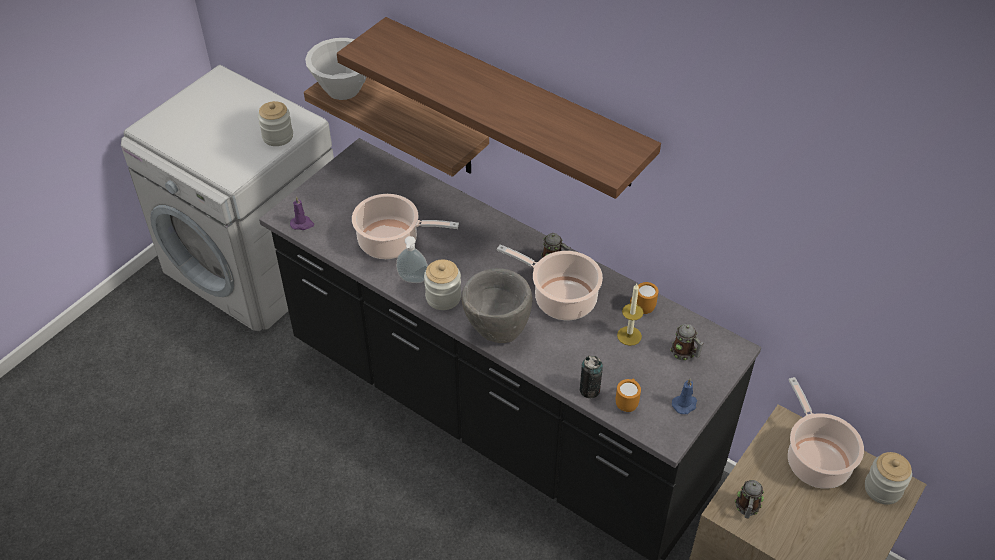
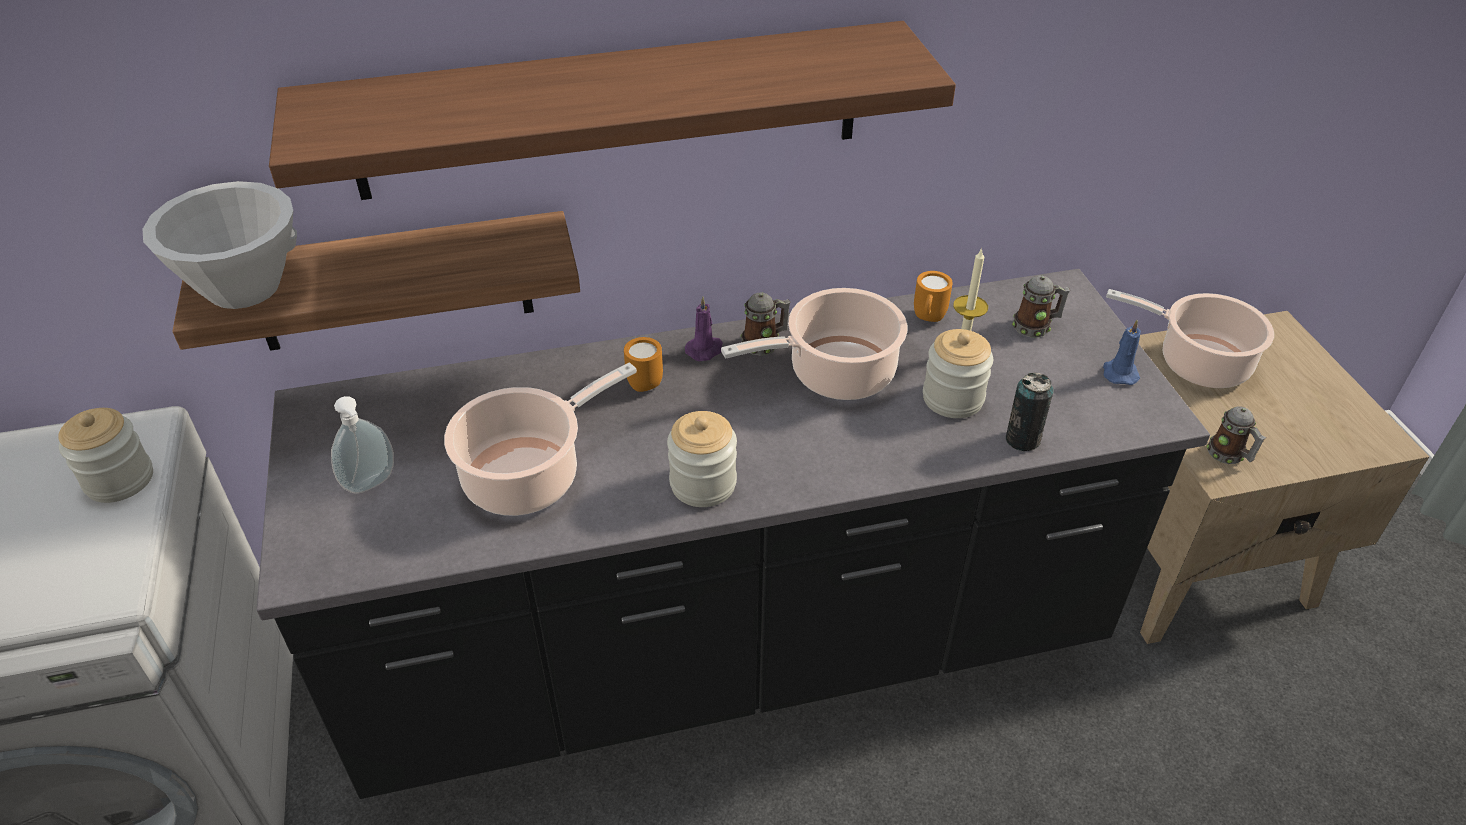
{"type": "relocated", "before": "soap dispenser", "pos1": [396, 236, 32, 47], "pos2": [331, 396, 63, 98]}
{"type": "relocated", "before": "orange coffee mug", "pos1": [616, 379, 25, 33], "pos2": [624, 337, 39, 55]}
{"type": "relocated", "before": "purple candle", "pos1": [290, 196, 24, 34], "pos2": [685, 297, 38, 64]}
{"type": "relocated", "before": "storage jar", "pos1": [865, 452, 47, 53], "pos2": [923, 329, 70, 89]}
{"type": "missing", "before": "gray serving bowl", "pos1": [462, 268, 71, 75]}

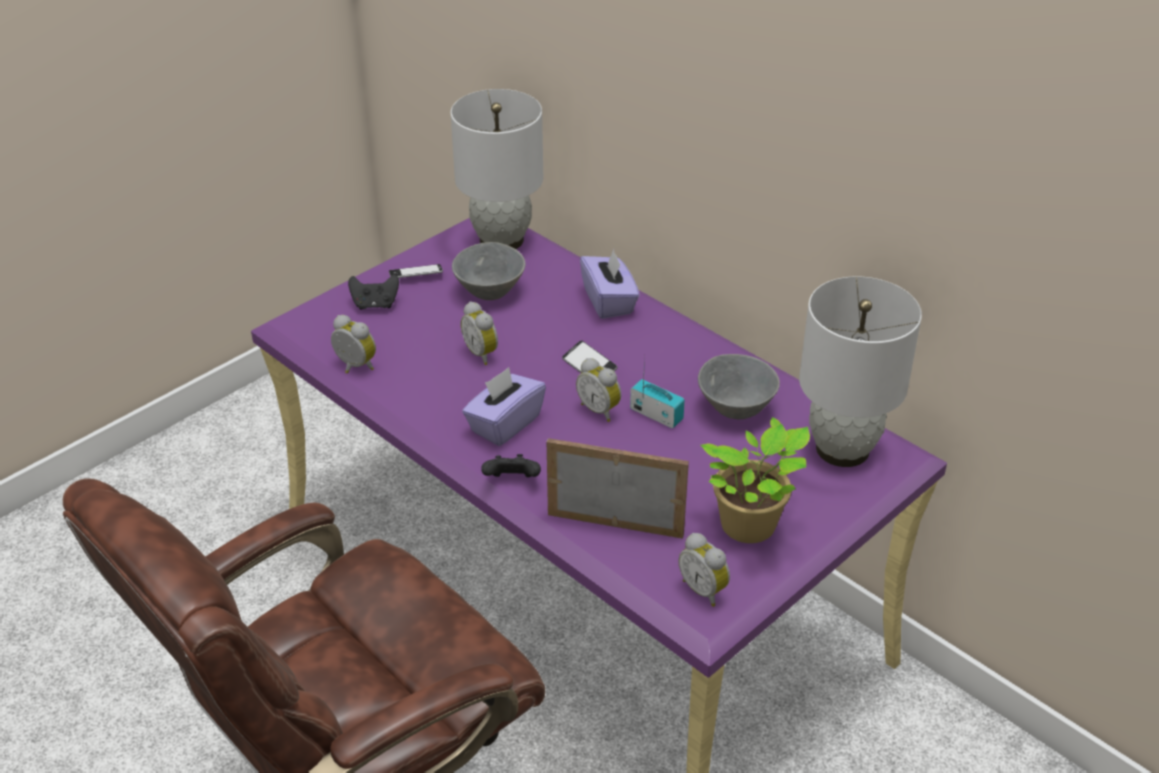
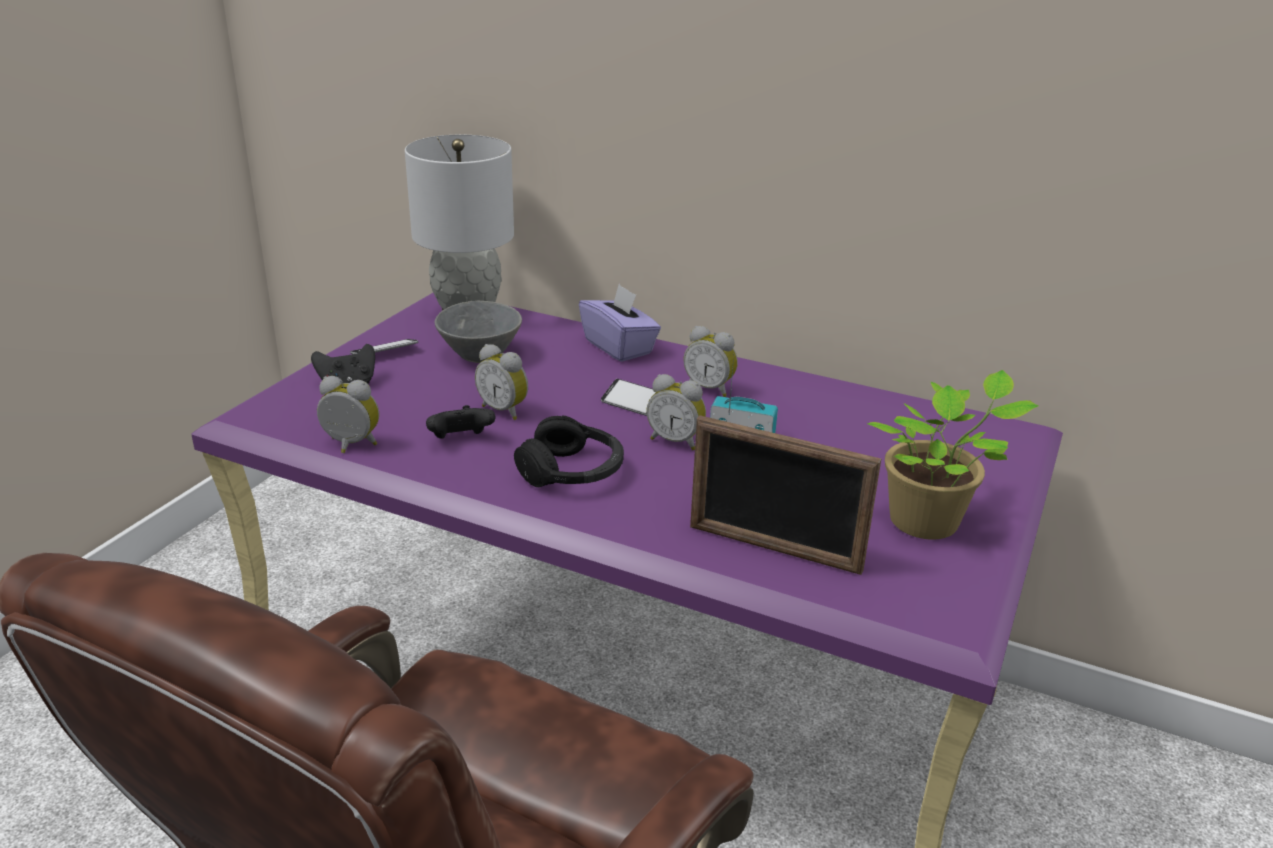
{"type": "relocated", "before": "black-coloured joypad", "pos1": [481, 454, 60, 23], "pos2": [426, 405, 70, 34]}
{"type": "exchanged", "before": "purple tissue holder", "after": "black-coloured pair of headphones", "pos1": [462, 367, 84, 79], "pos2": [514, 416, 110, 71]}
{"type": "relocated", "before": "bedside clock", "pos1": [678, 533, 52, 74], "pos2": [683, 326, 55, 71]}
{"type": "spun", "before": "standing frame", "pos1": [547, 438, 142, 101], "pos2": [690, 415, 191, 160], "turn": -150}
{"type": "missing", "before": "gray serving bowl", "pos1": [698, 354, 82, 65]}
{"type": "missing", "before": "whitish tabletop lamp", "pos1": [799, 276, 123, 191]}

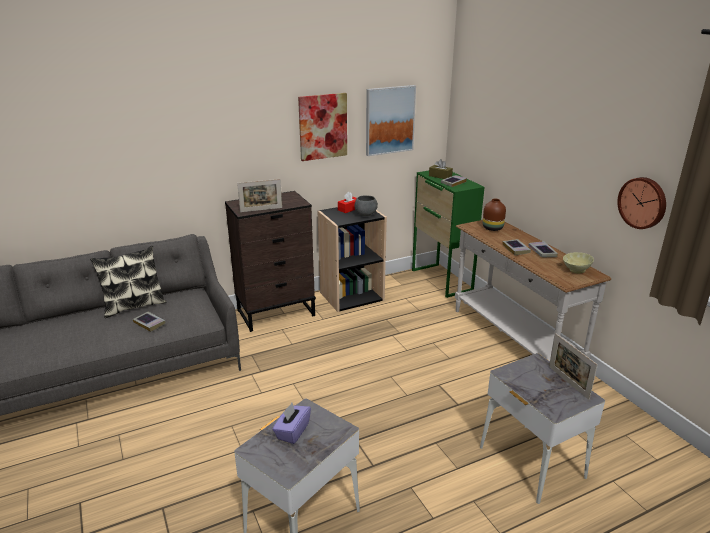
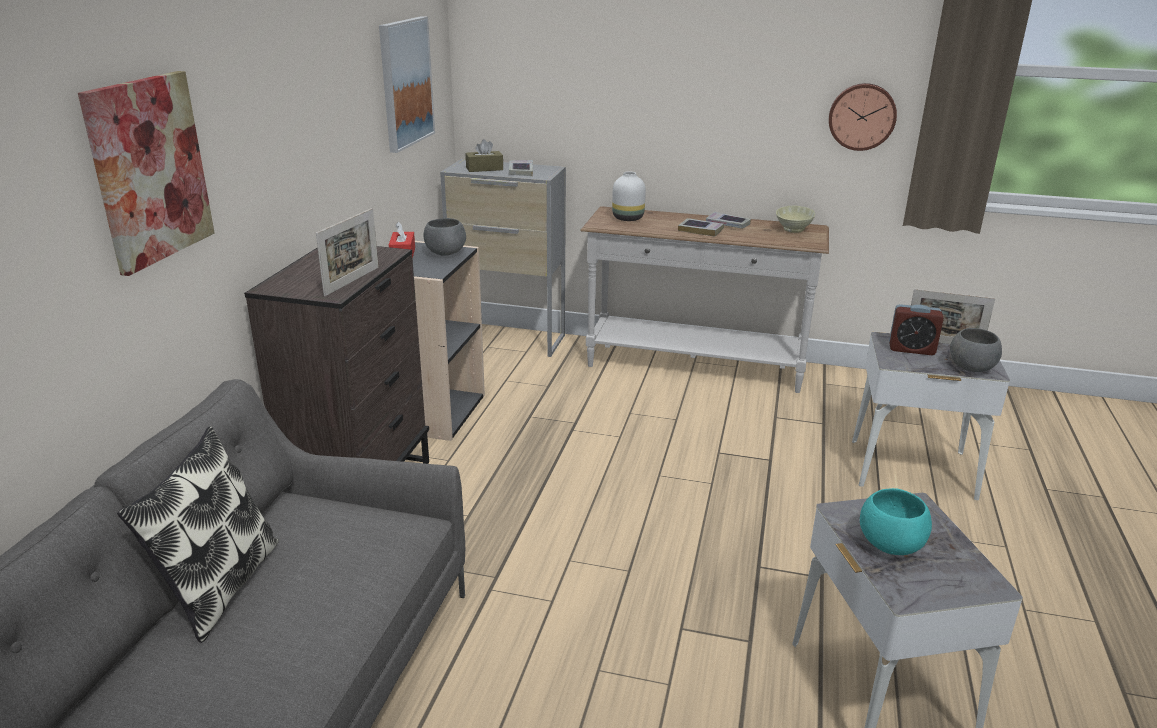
{"type": "relocated", "before": "wall art", "pos1": [298, 93, 49, 68], "pos2": [78, 71, 137, 205]}
{"type": "colour", "before": "green cabinet", "after": "gray cabinet", "pos1": [412, 171, 73, 127], "pos2": [440, 159, 126, 198]}
{"type": "colour", "before": "brownish vase", "after": "whitish vase", "pos1": [483, 199, 23, 32], "pos2": [612, 171, 34, 50]}
{"type": "exchanged", "before": "purple tissue holder", "after": "blue-green serving bowl", "pos1": [273, 403, 38, 41], "pos2": [860, 488, 72, 67]}
{"type": "appeared", "after": "bedside clock", "pos2": [889, 304, 55, 51]}
{"type": "appeared", "after": "gray serving bowl", "pos2": [950, 328, 52, 44]}
{"type": "missing", "before": "book", "pos1": [133, 312, 33, 20]}

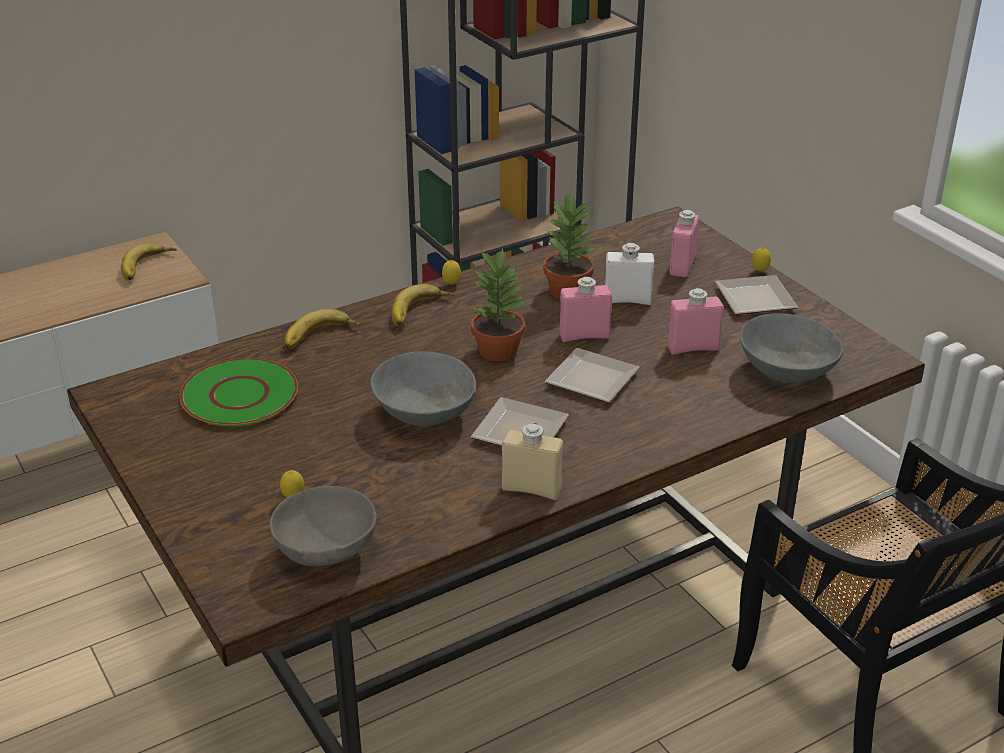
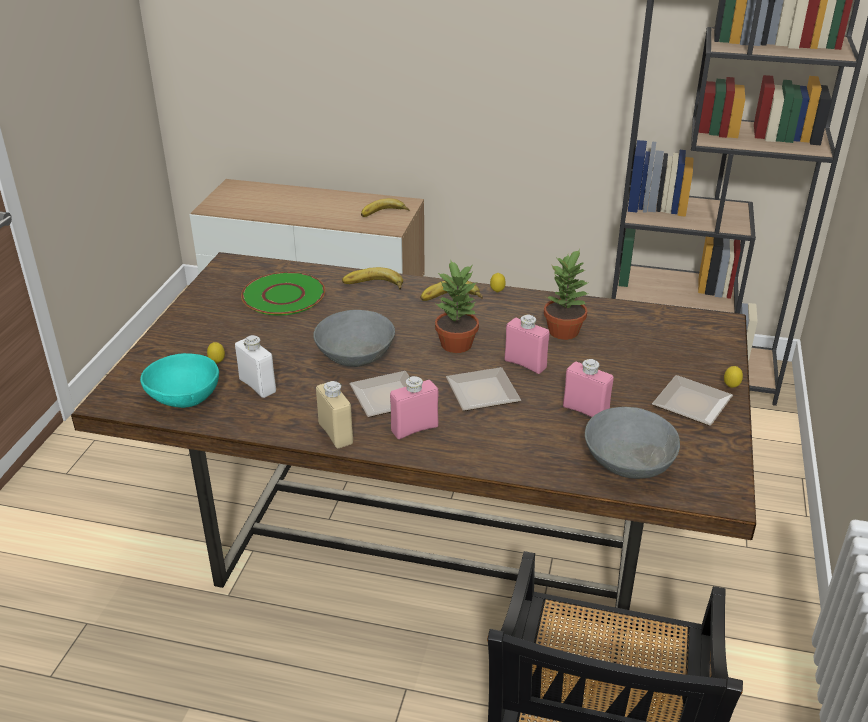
{"type": "colour", "before": "gray serving bowl", "after": "blue-green serving bowl", "pos1": [269, 486, 108, 80], "pos2": [140, 353, 79, 55]}
{"type": "relocated", "before": "whitish beverage bottle", "pos1": [605, 243, 49, 62], "pos2": [235, 335, 41, 63]}
{"type": "relocated", "before": "pink-coloured beverage bottle", "pos1": [670, 210, 30, 67], "pos2": [390, 376, 48, 63]}

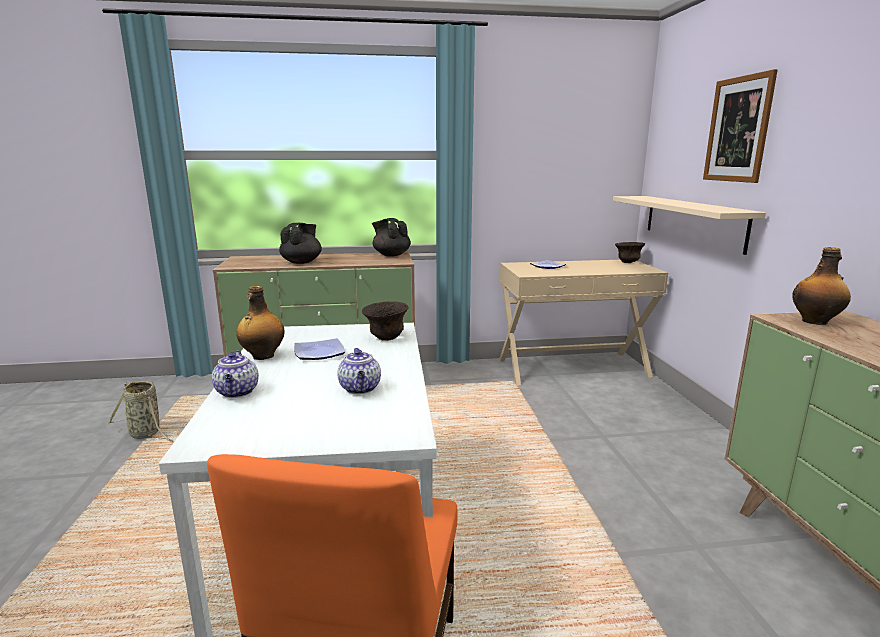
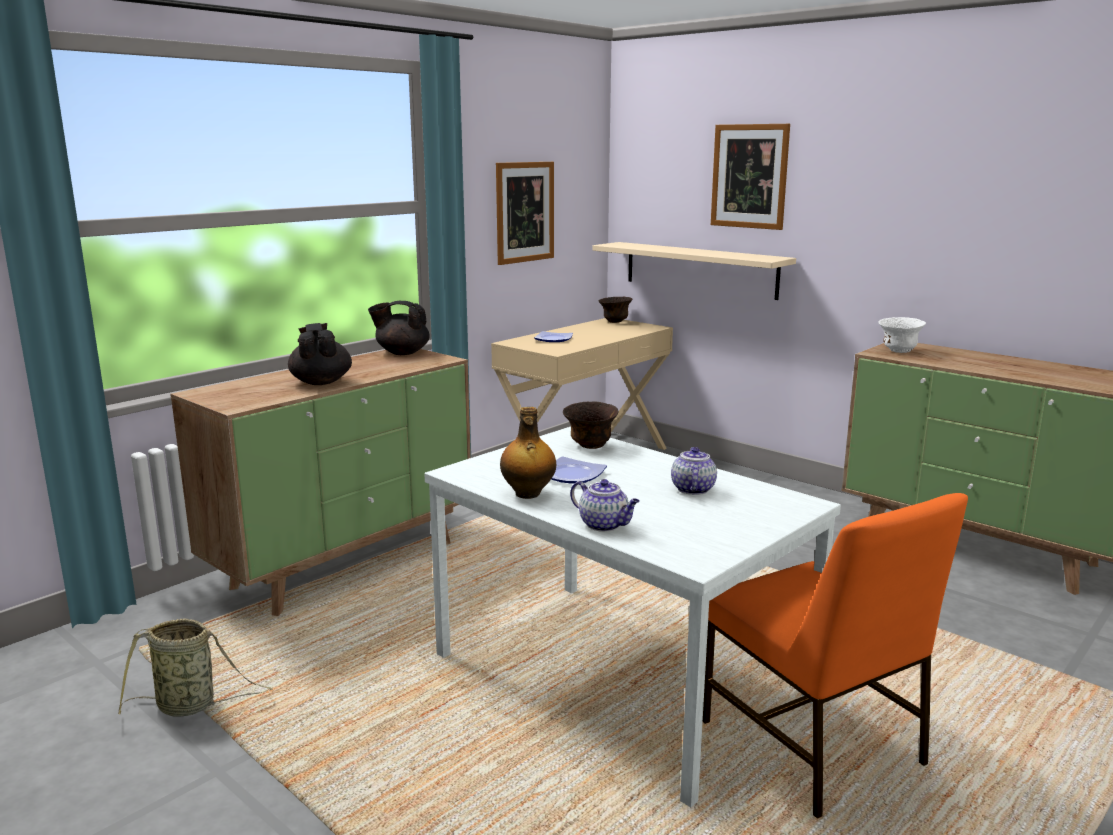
{"type": "appeared", "after": "wall art", "pos2": [496, 162, 58, 103]}
{"type": "spun", "before": "teapot", "pos1": [337, 348, 44, 46], "pos2": [671, 447, 46, 48], "turn": -120}
{"type": "exchanged", "before": "beverage bottle", "after": "whitish serving bowl", "pos1": [792, 247, 59, 78], "pos2": [878, 317, 48, 36]}

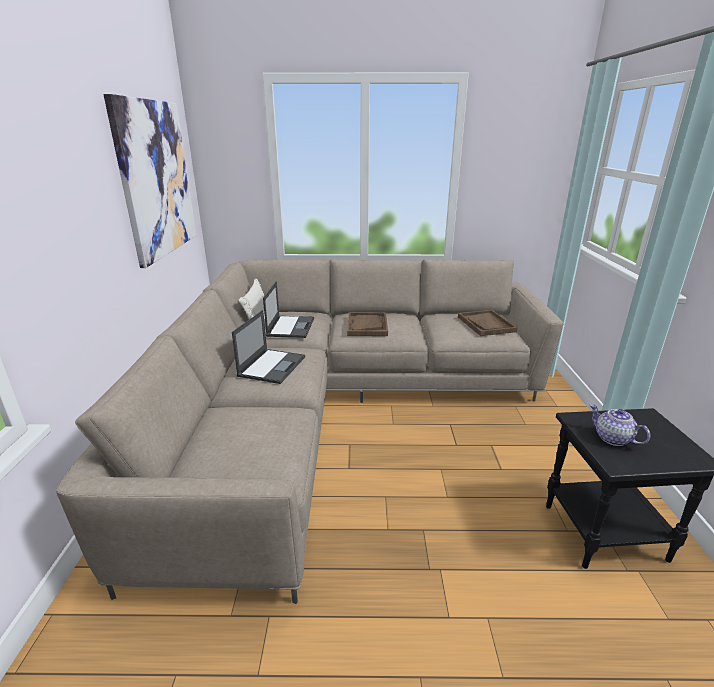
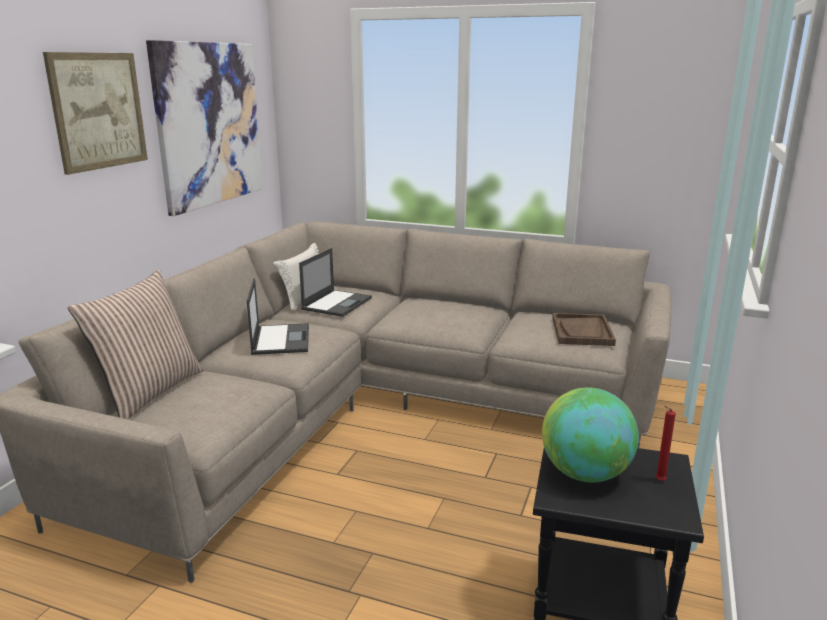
{"type": "appeared", "after": "wall art", "pos2": [43, 52, 105, 123]}
{"type": "appeared", "after": "cushion", "pos2": [68, 270, 136, 149]}
{"type": "spun", "before": "portable computer", "pos1": [232, 310, 73, 74], "pos2": [247, 278, 62, 77], "turn": -45}
{"type": "exchanged", "before": "teapot", "after": "world globe", "pos1": [590, 404, 60, 42], "pos2": [542, 387, 97, 96]}
{"type": "appeared", "after": "red candle", "pos2": [656, 406, 20, 75]}
{"type": "missing", "before": "brownish tray", "pos1": [347, 312, 41, 24]}

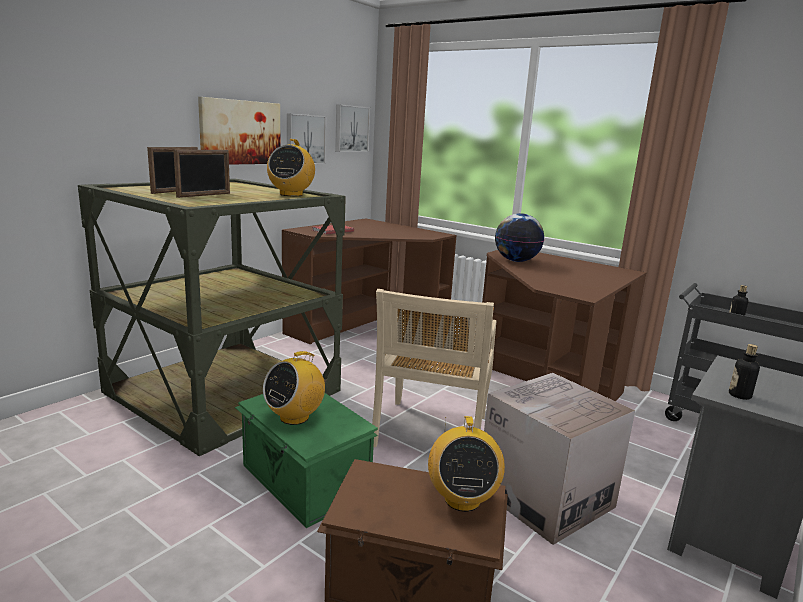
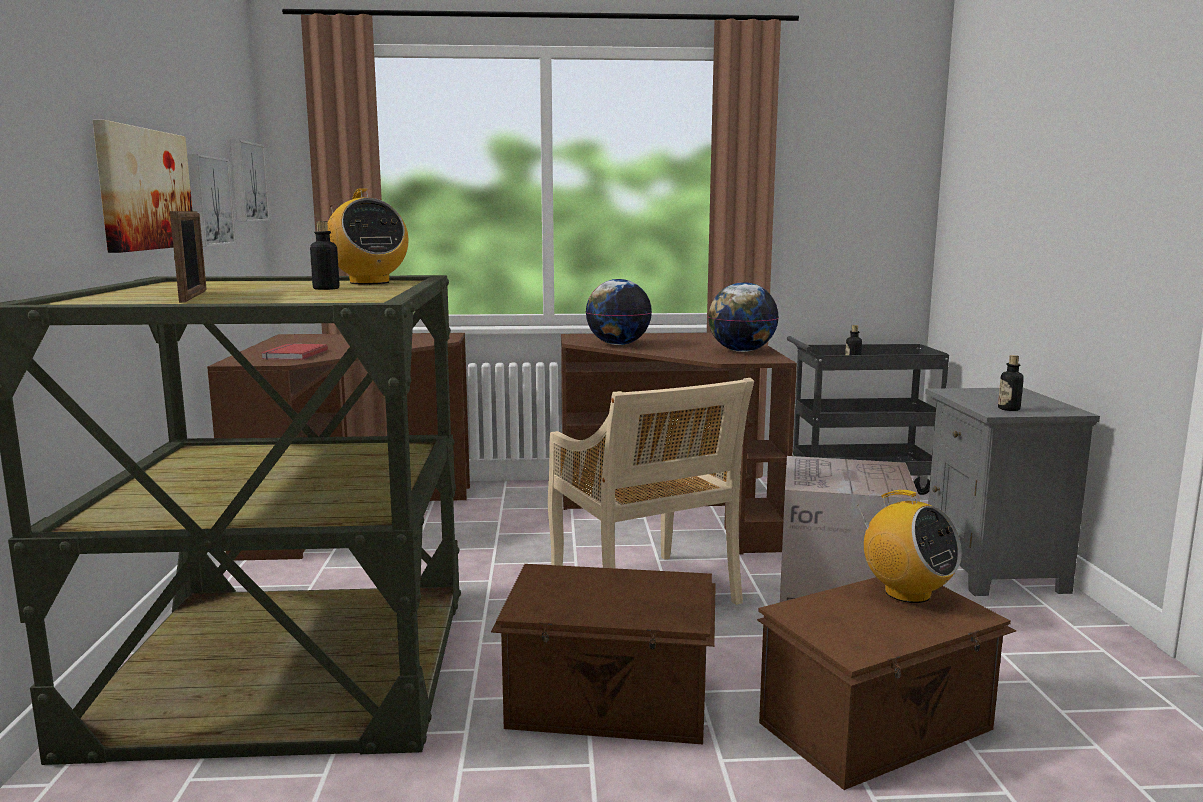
{"type": "appeared", "after": "beverage bottle", "pos2": [310, 221, 29, 69]}
{"type": "colour", "before": "green storage container", "after": "brownish storage container", "pos1": [235, 393, 143, 135], "pos2": [491, 564, 225, 180]}
{"type": "appeared", "after": "world globe", "pos2": [708, 282, 71, 70]}
{"type": "missing", "before": "standing frame", "pos1": [173, 150, 57, 48]}
{"type": "missing", "before": "radio set", "pos1": [263, 351, 62, 74]}

